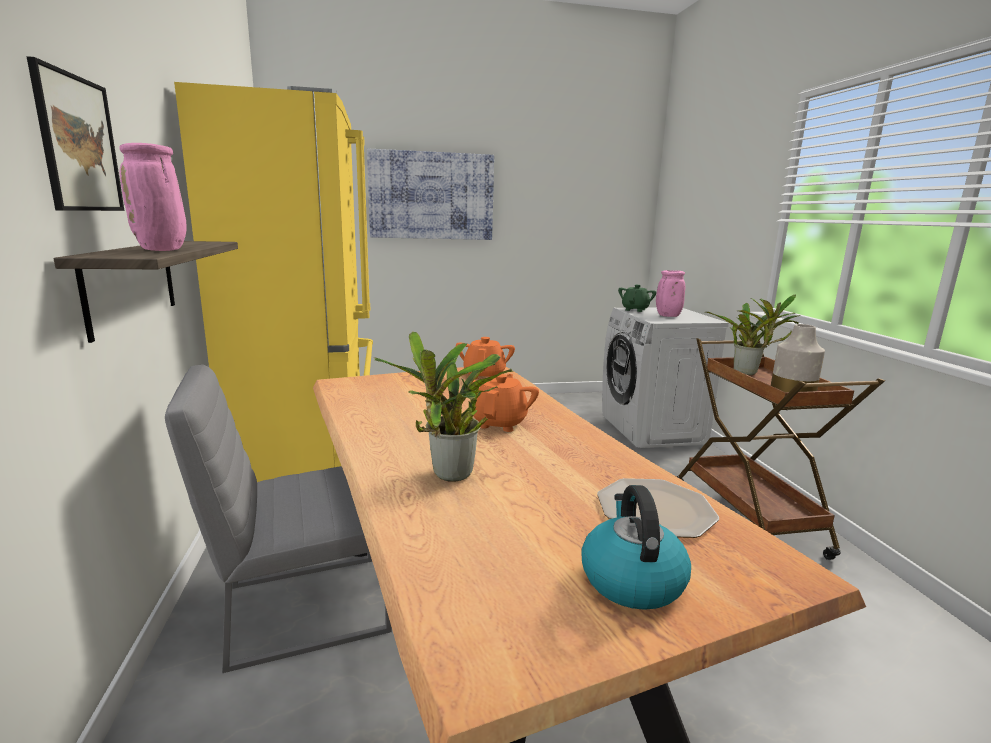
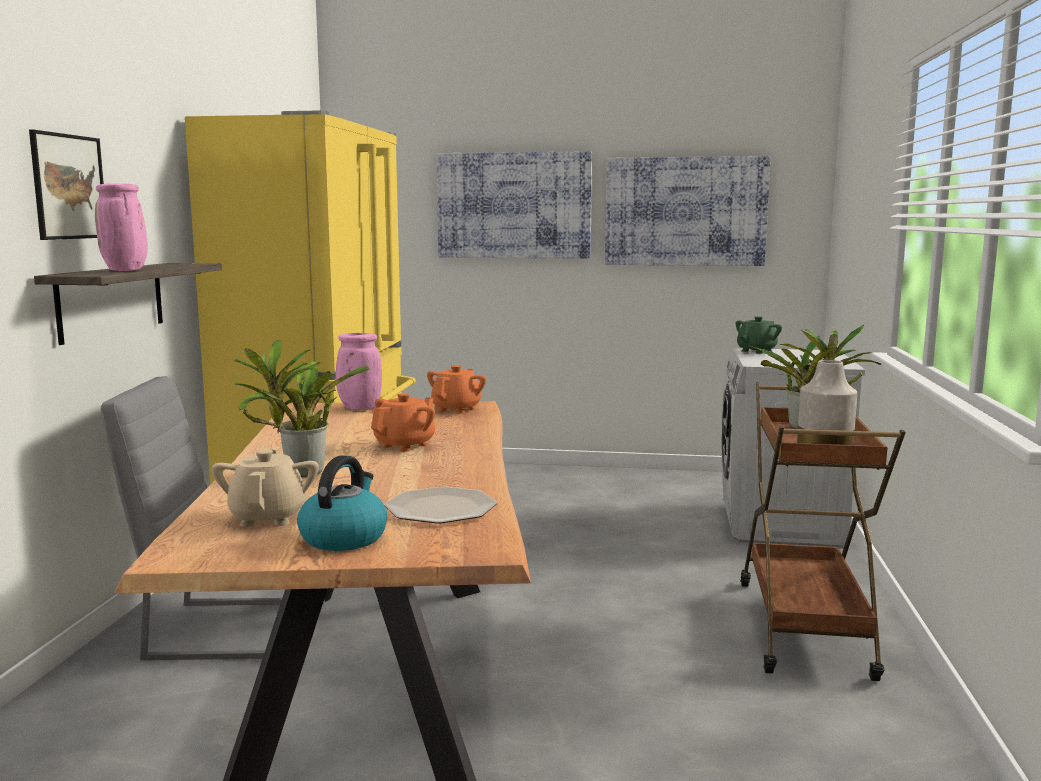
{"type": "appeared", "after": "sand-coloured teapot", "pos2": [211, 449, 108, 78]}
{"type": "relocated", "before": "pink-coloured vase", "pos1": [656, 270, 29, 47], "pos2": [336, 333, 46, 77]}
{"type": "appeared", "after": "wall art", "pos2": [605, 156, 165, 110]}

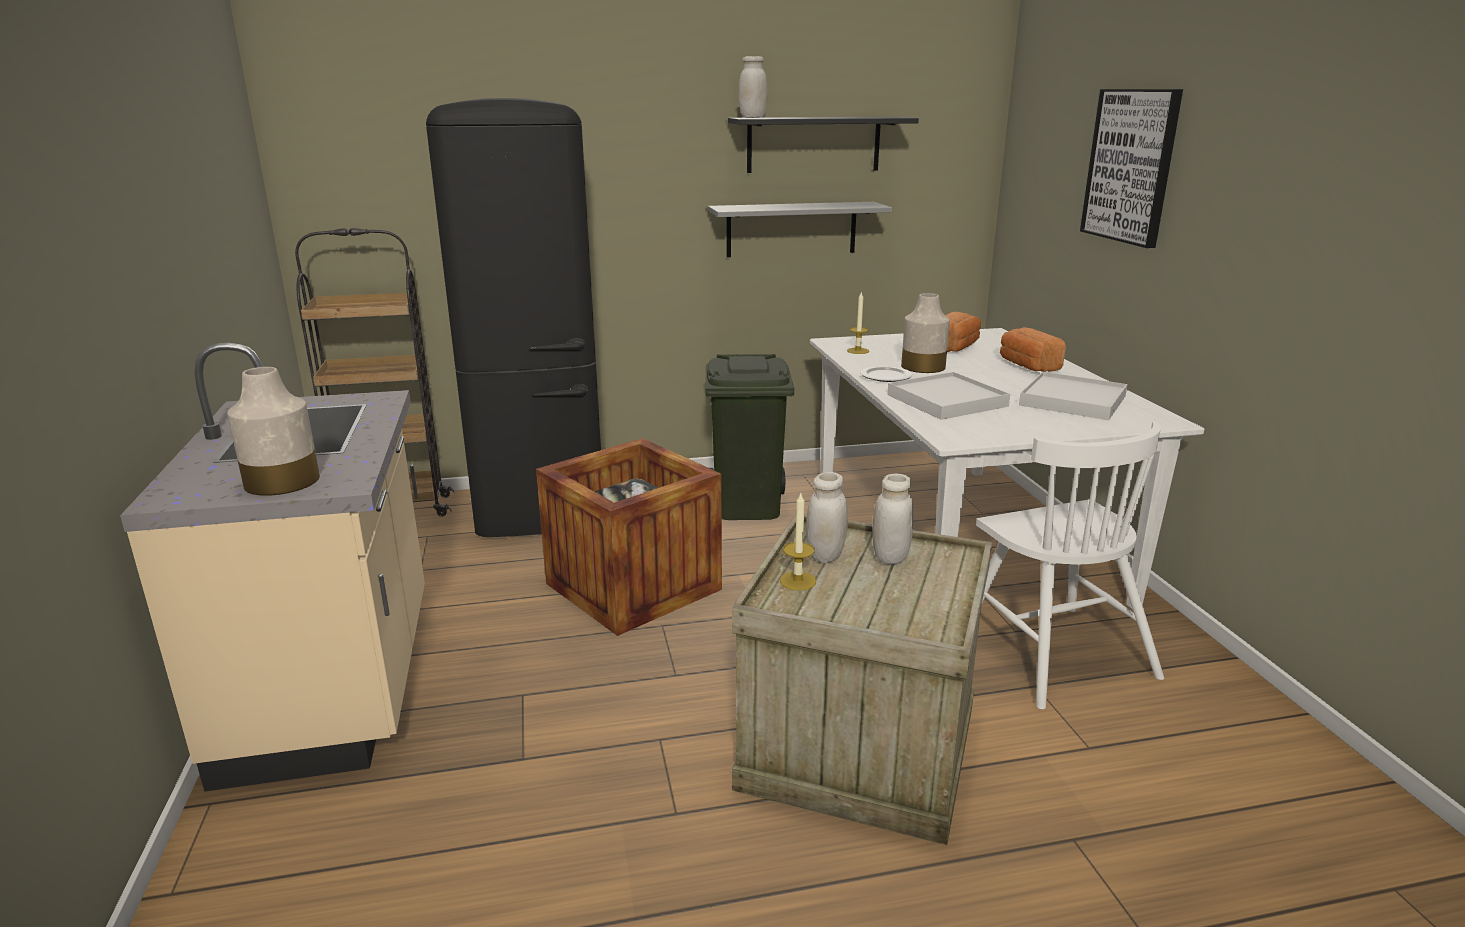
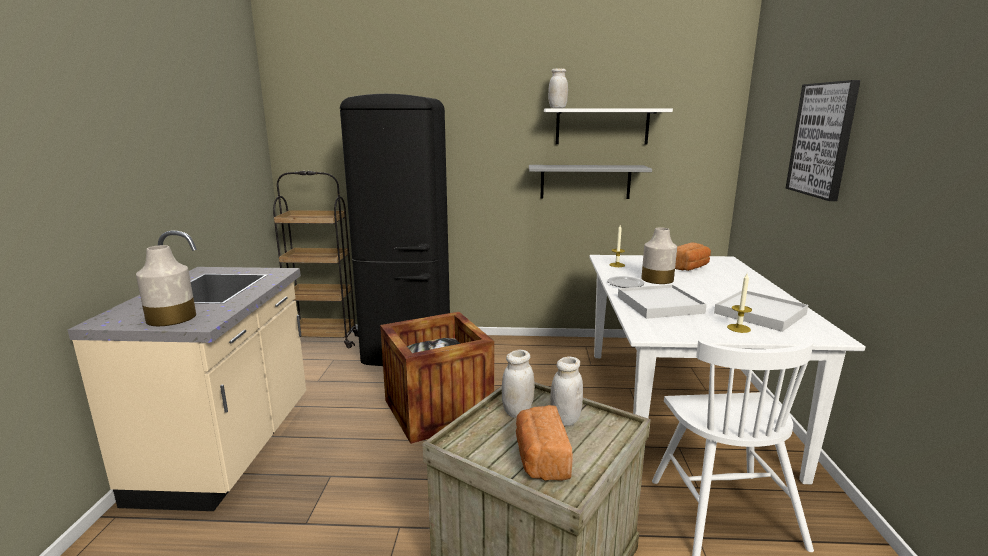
{"type": "relocated", "before": "baked bread", "pos1": [1000, 327, 66, 45], "pos2": [516, 405, 57, 76]}
{"type": "colour", "before": "black-coloured shelf", "after": "whitish shelf", "pos1": [728, 117, 191, 56], "pos2": [544, 109, 129, 36]}
{"type": "relocated", "before": "candle", "pos1": [780, 493, 36, 98], "pos2": [727, 274, 25, 59]}
{"type": "missing", "before": "green waste bin", "pos1": [705, 354, 89, 166]}

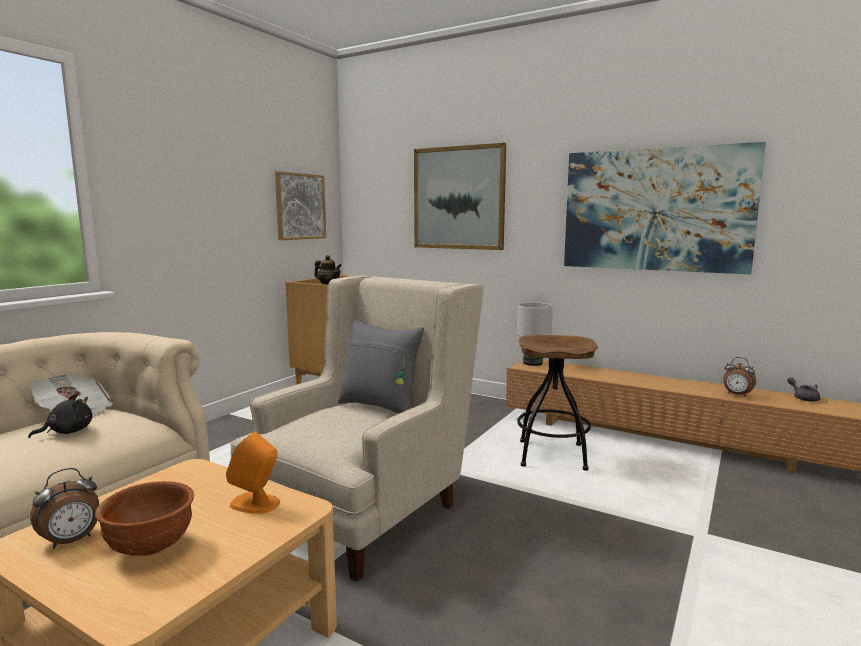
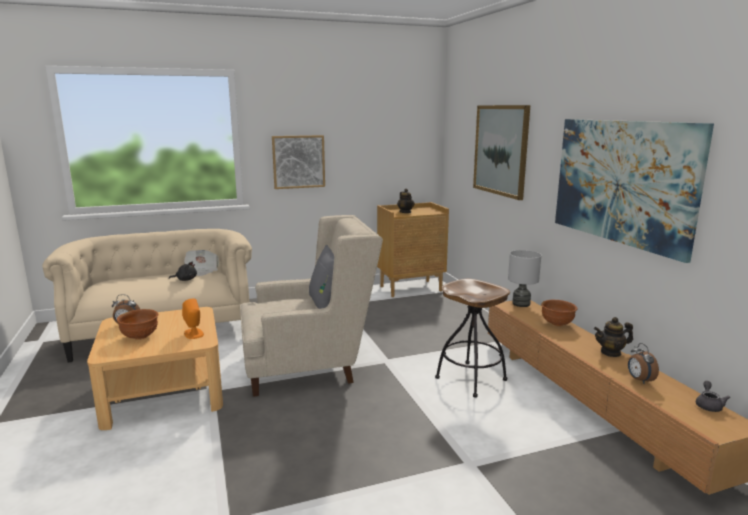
{"type": "relocated", "before": "wall art", "pos1": [275, 171, 51, 69], "pos2": [272, 135, 53, 54]}
{"type": "appeared", "after": "brownish serving bowl", "pos2": [541, 300, 36, 26]}
{"type": "appeared", "after": "teapot", "pos2": [594, 317, 39, 40]}

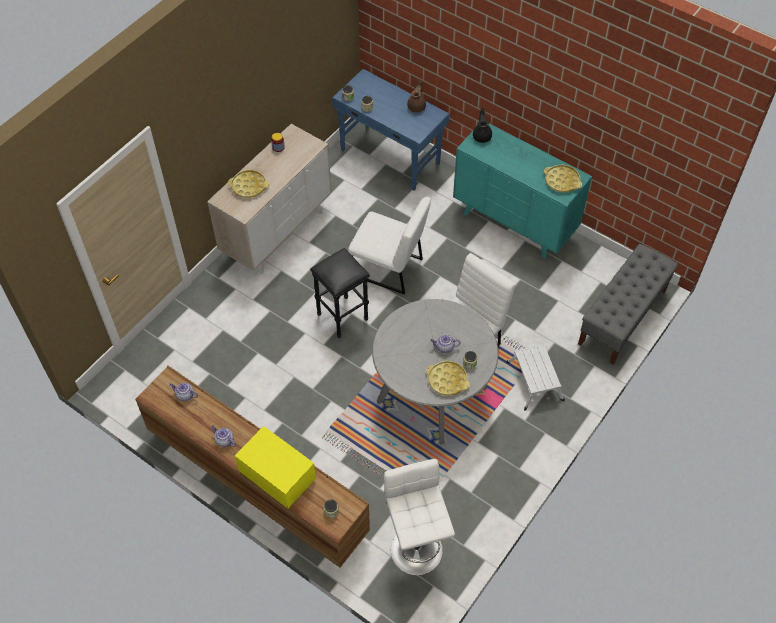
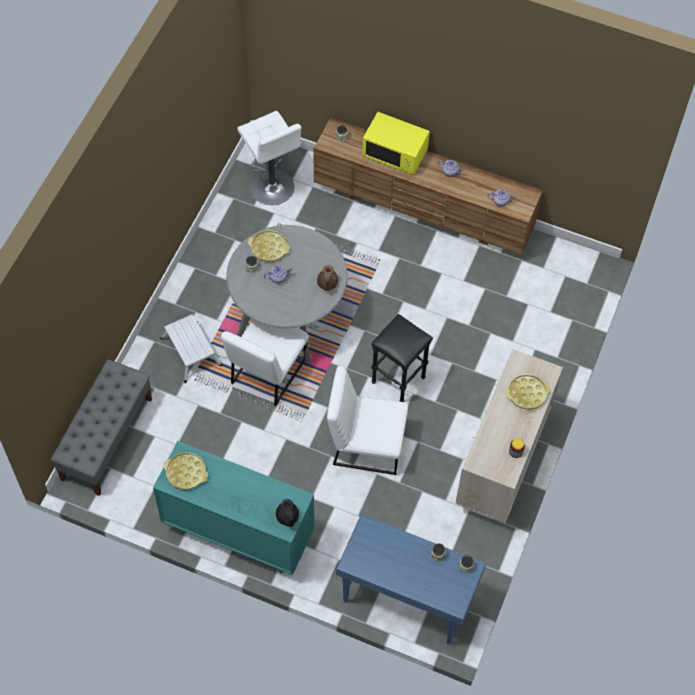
{"type": "relocated", "before": "brownish teapot", "pos1": [407, 79, 19, 34], "pos2": [317, 265, 21, 26]}

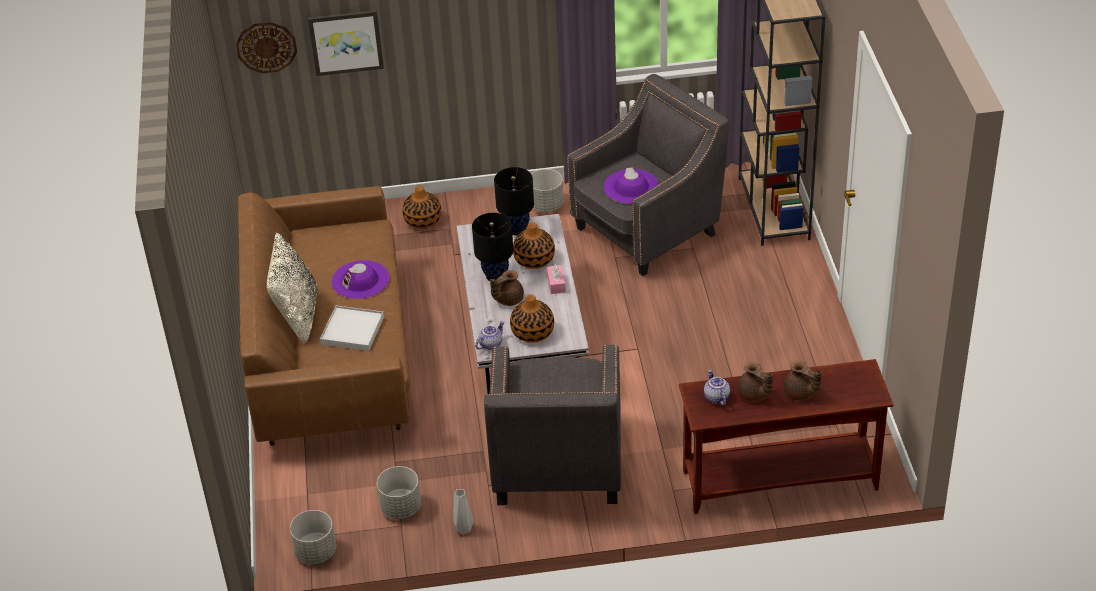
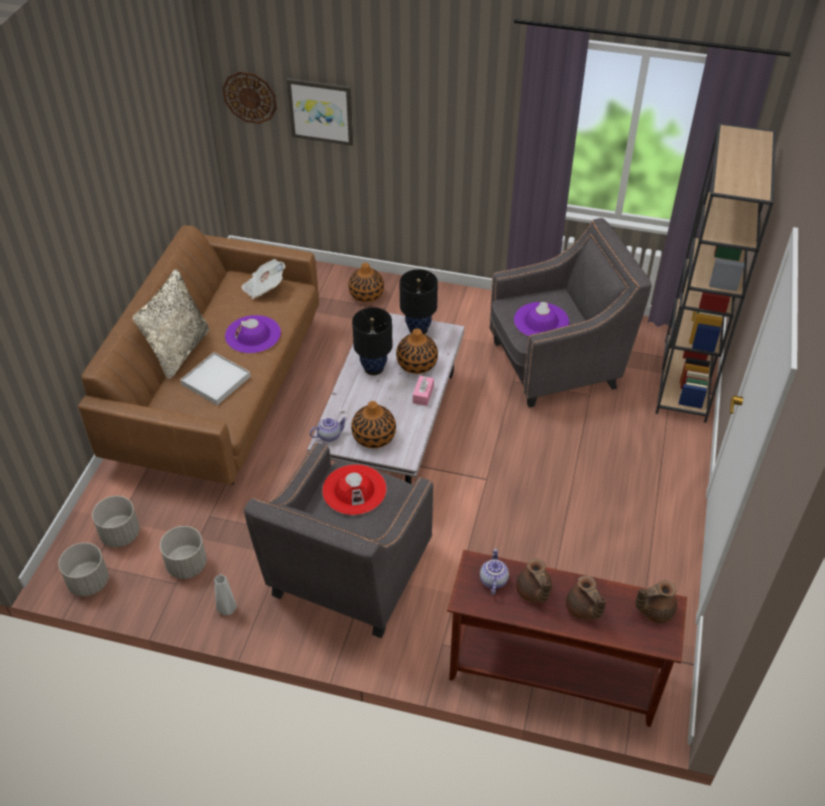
{"type": "relocated", "before": "gray plant pot", "pos1": [531, 169, 33, 43], "pos2": [92, 496, 48, 51]}
{"type": "appeared", "after": "printed paper", "pos2": [241, 259, 44, 40]}
{"type": "appeared", "after": "red wearable hat", "pos2": [322, 464, 65, 51]}
{"type": "relocated", "before": "brownish teapot", "pos1": [490, 270, 34, 36], "pos2": [635, 580, 42, 43]}

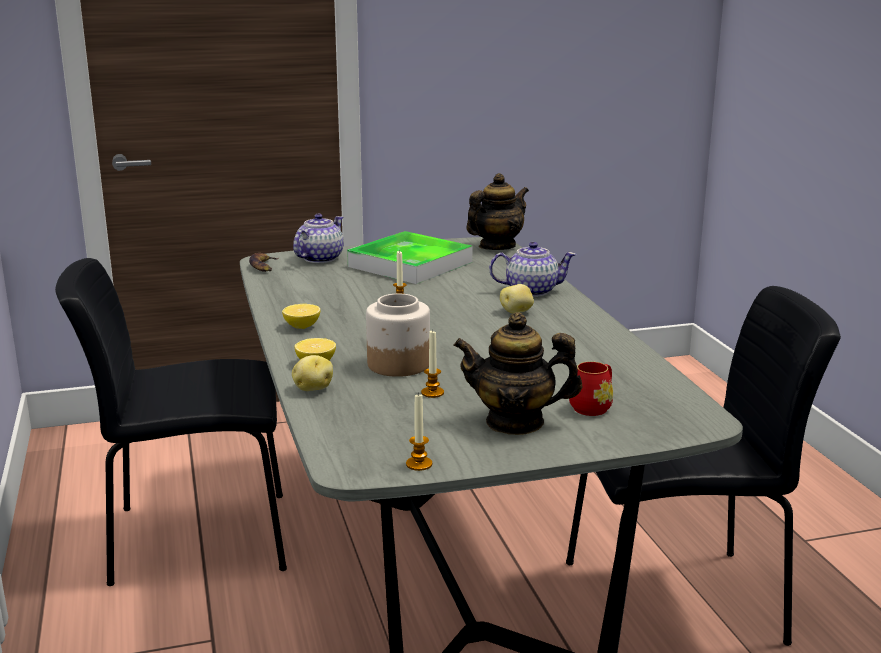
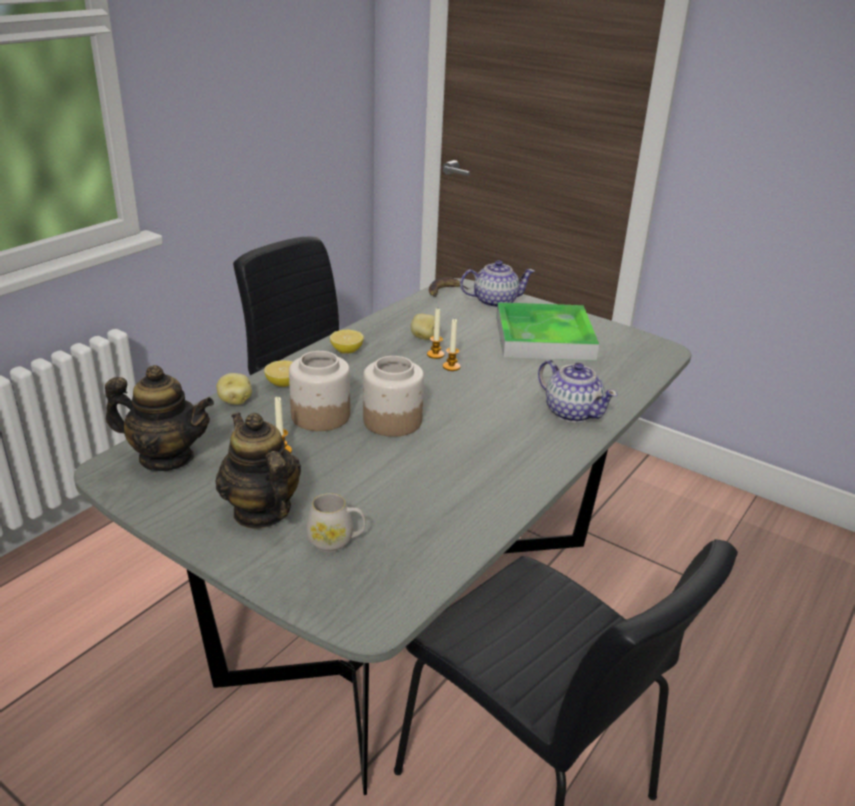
{"type": "relocated", "before": "teapot", "pos1": [466, 173, 63, 77], "pos2": [105, 365, 109, 106]}
{"type": "colour", "before": "red coffee mug", "after": "whitish coffee mug", "pos1": [569, 361, 44, 55], "pos2": [306, 493, 60, 59]}
{"type": "appeared", "after": "storage jar", "pos2": [363, 356, 61, 81]}
{"type": "relocated", "before": "whole potato", "pos1": [500, 284, 34, 29], "pos2": [411, 314, 24, 26]}
{"type": "relocated", "before": "candle", "pos1": [406, 393, 26, 78], "pos2": [427, 308, 17, 51]}

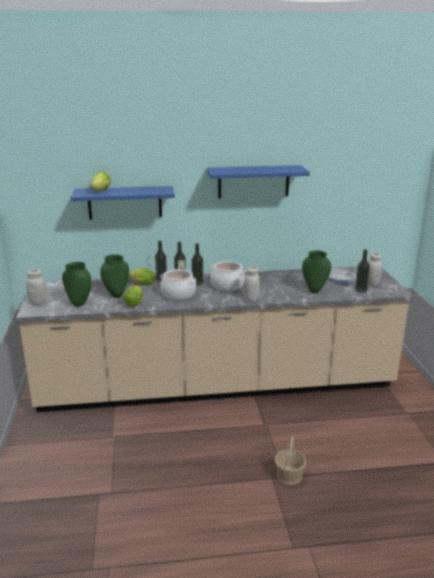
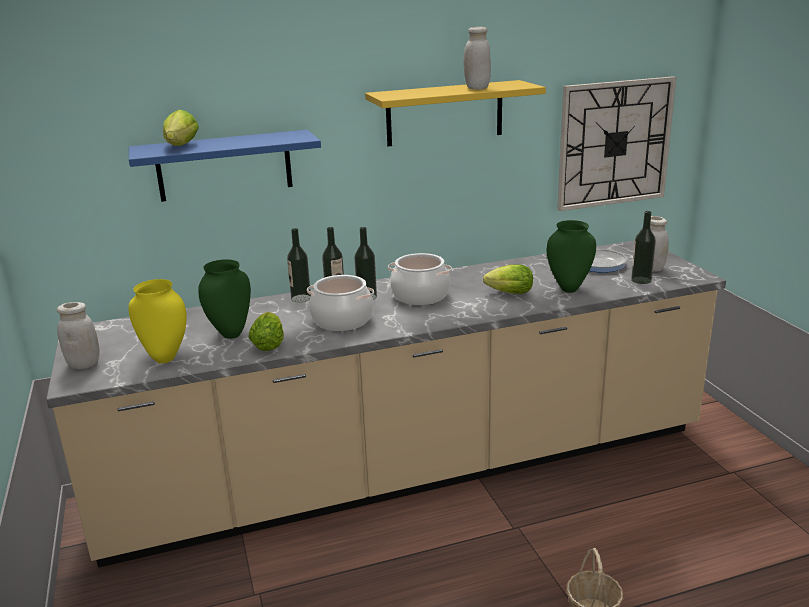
{"type": "colour", "before": "green vase", "after": "yellow-coloured vase", "pos1": [62, 262, 29, 45], "pos2": [128, 279, 59, 85]}
{"type": "colour", "before": "bluish shelf", "after": "yellow-coloured shelf", "pos1": [207, 165, 103, 33], "pos2": [365, 80, 181, 66]}
{"type": "relocated", "before": "whitish storage jar", "pos1": [244, 266, 16, 36], "pos2": [464, 27, 27, 62]}
{"type": "relocated", "before": "head of lettuce", "pos1": [129, 268, 26, 18], "pos2": [483, 264, 50, 30]}
{"type": "appeared", "after": "hanging clock", "pos2": [557, 76, 119, 135]}

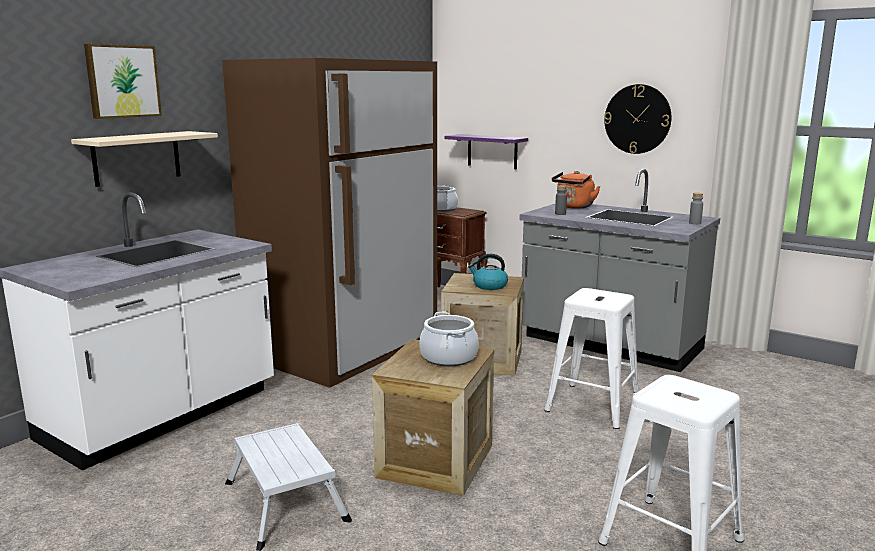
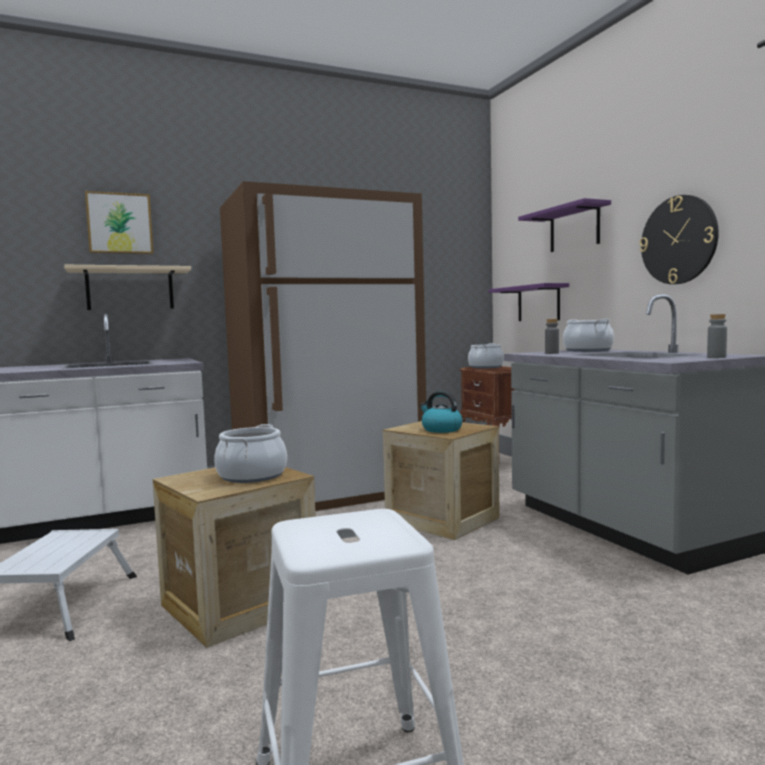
{"type": "appeared", "after": "purple shelf", "pos2": [518, 198, 93, 54]}
{"type": "exchanged", "before": "orange tea kettle", "after": "saucepot", "pos1": [552, 171, 49, 38], "pos2": [563, 319, 51, 33]}
{"type": "missing", "before": "whitish stool", "pos1": [544, 288, 95, 141]}

